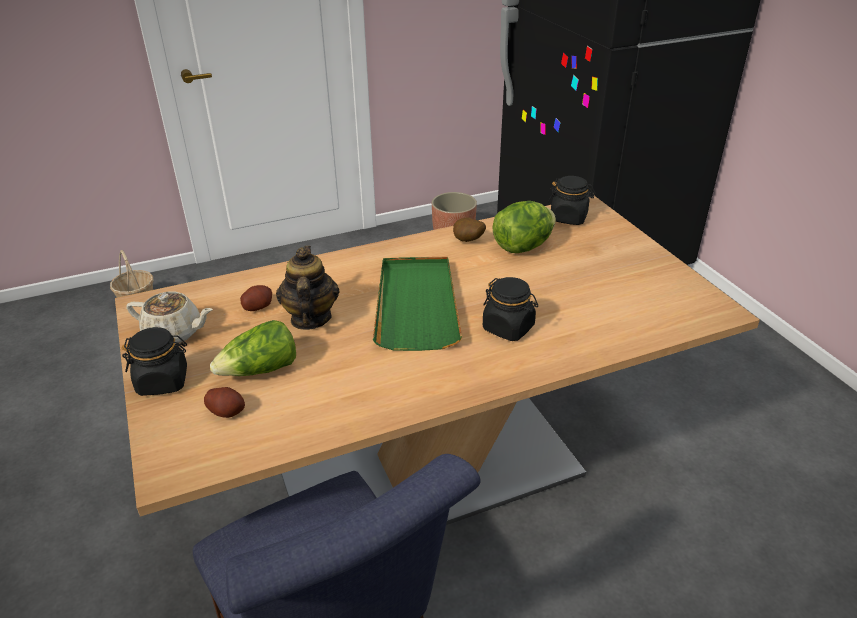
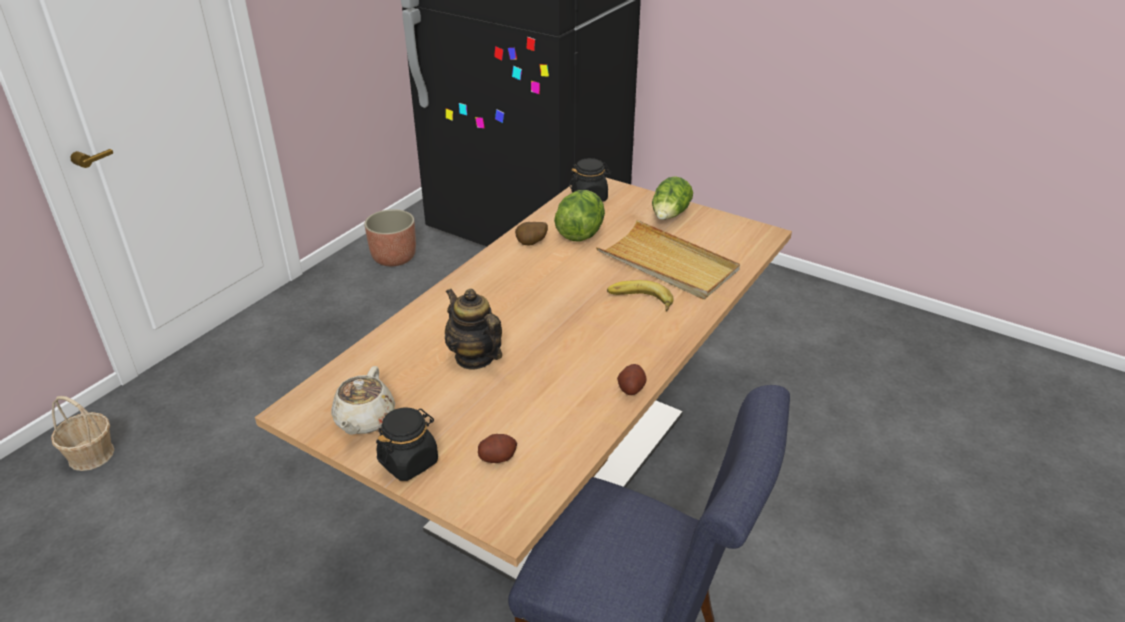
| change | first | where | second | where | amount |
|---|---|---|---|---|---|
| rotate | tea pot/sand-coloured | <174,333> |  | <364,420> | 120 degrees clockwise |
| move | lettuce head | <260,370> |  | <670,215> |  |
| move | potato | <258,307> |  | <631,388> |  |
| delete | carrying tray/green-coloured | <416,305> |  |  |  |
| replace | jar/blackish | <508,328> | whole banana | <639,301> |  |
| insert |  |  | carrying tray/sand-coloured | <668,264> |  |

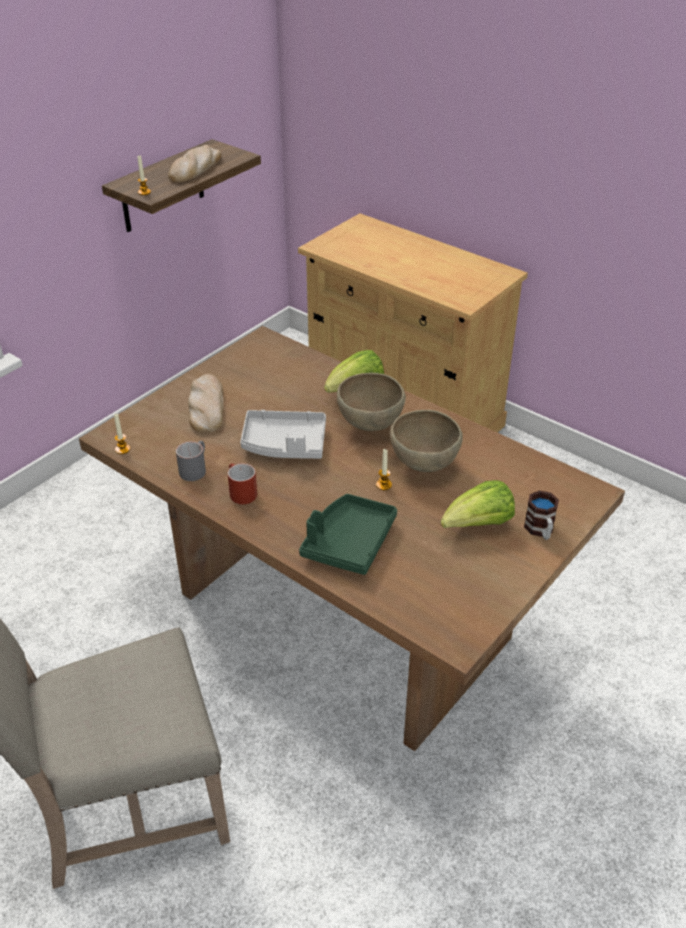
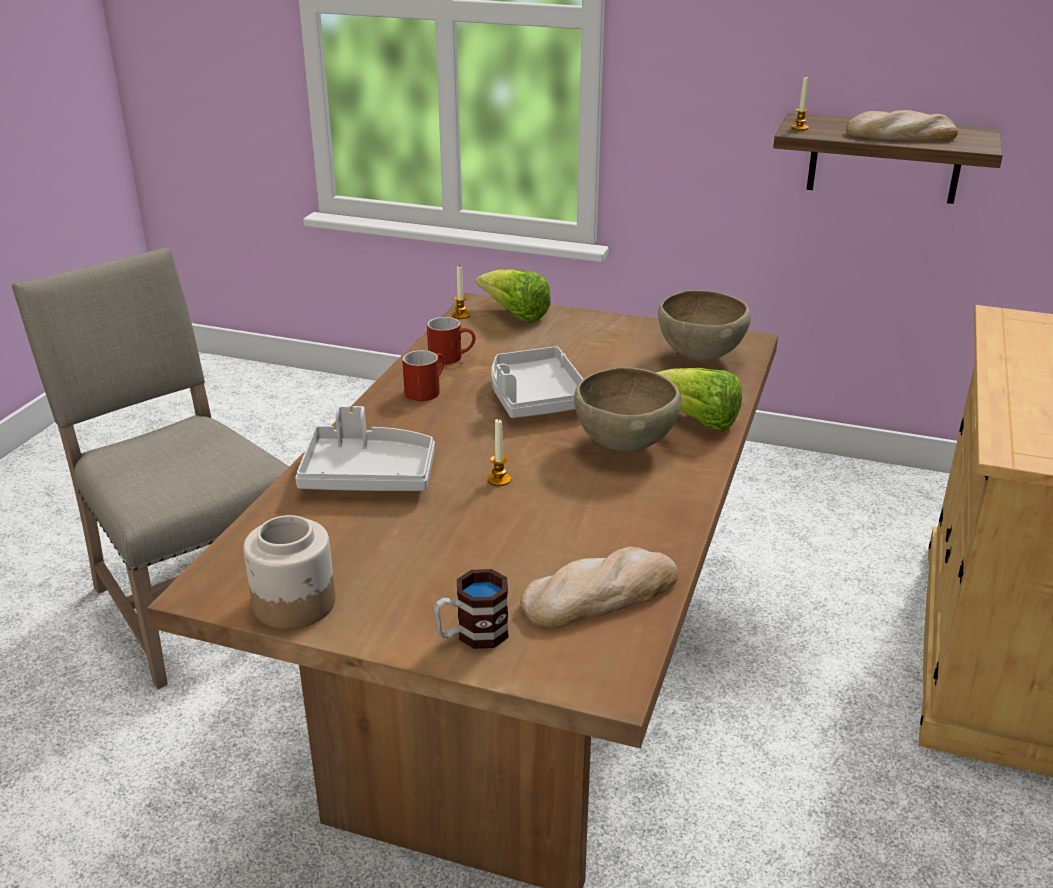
| change | first | where | second | where | amount |
|---|---|---|---|---|---|
| recolor | mug/gray | <194,469> | mug/red-coloured | <452,357> |  |
| move | baked bread | <206,406> |  | <600,594> |  |
| recolor | carrying tray/green-coloured | <348,542> | carrying tray/gray | <368,475> |  |
| move | serving bowl/brown | <423,464> |  | <700,357> |  |
| move | lettuce head | <478,525> |  | <515,315> |  |
| insert |  |  | jar | <295,603> |  |

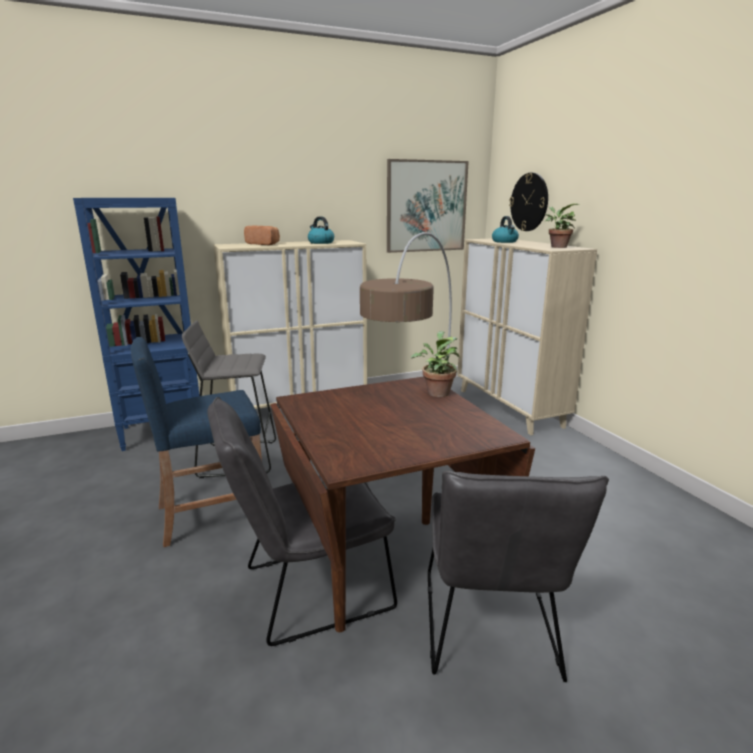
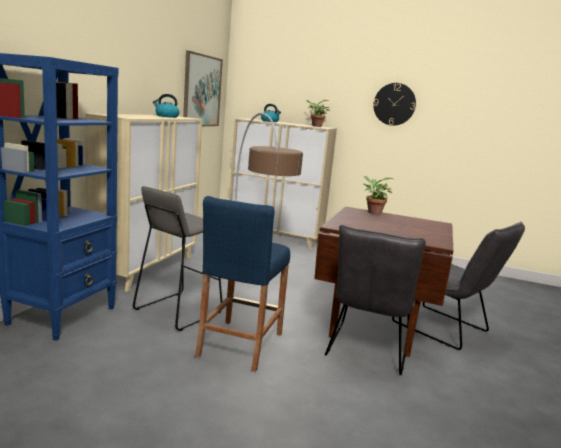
| change | first | where | second | where | amount |
|---|---|---|---|---|---|
| delete | baked bread | <264,244> |  |  |  |
| move | hanging clock | <529,202> |  | <394,104> |  |

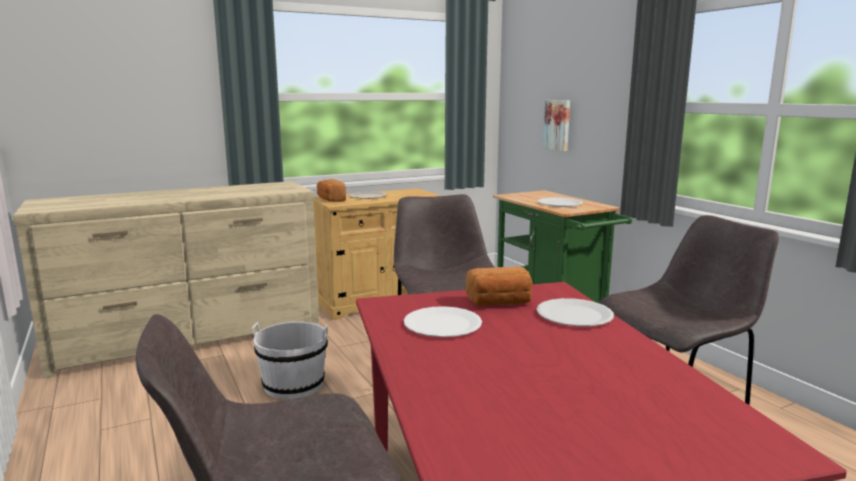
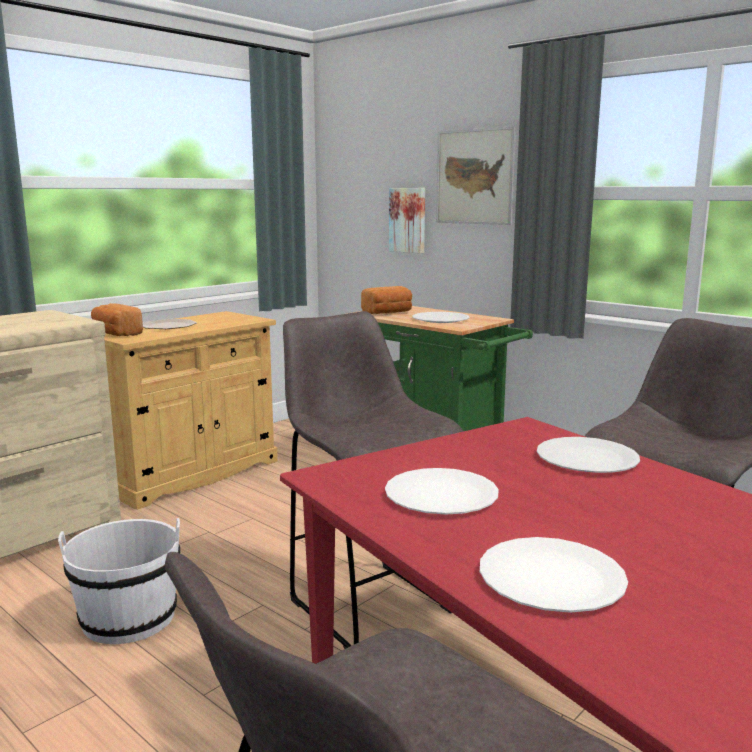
| change | first | where | second | where | amount |
|---|---|---|---|---|---|
| move | baked bread | <500,302> |  | <388,313> |  |
| insert |  |  | wall art | <474,177> |  |
| insert |  |  | flat dish/white-coloured | <551,578> |  |

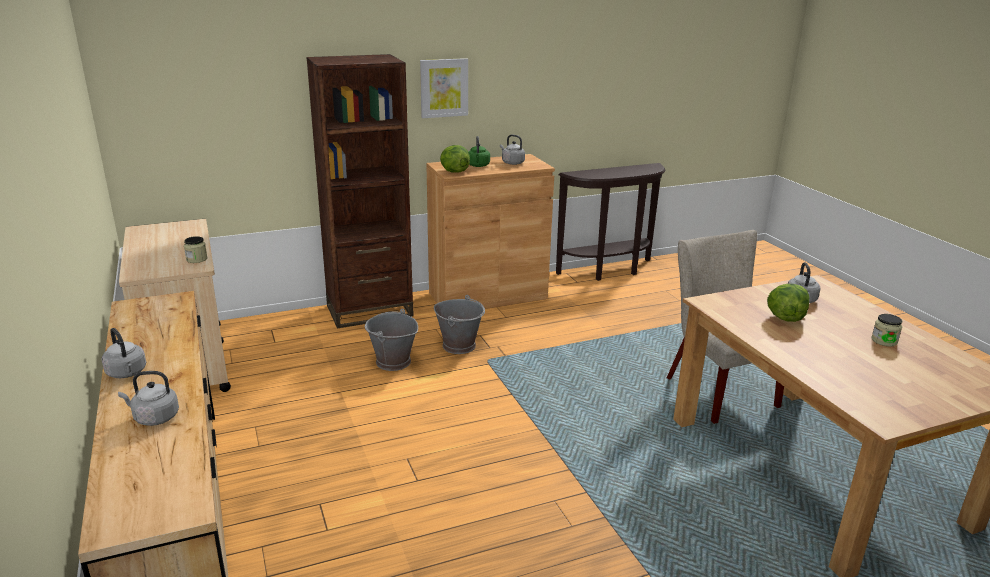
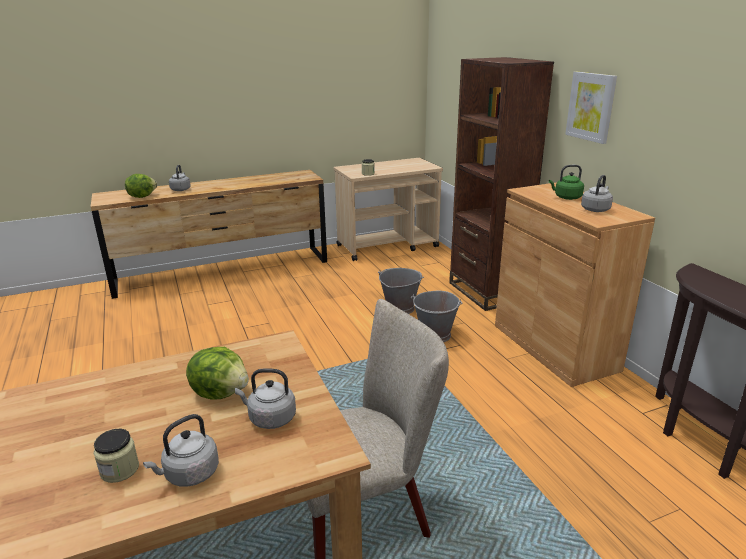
| change | first | where | second | where | amount |
|---|---|---|---|---|---|
| move | water kettle/gray | <127,373> |  | <189,474> |  |
| move | lettuce head | <454,172> |  | <142,196> |  |

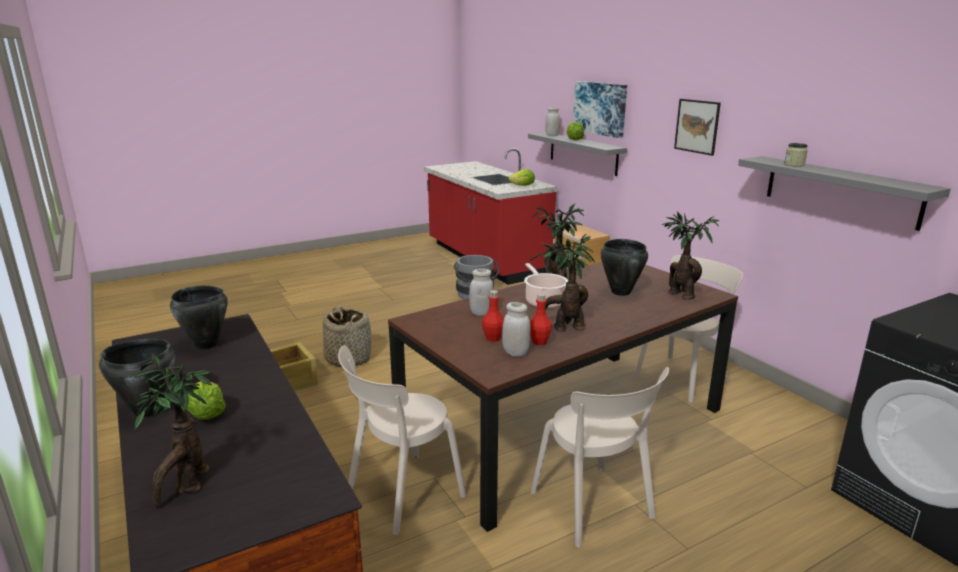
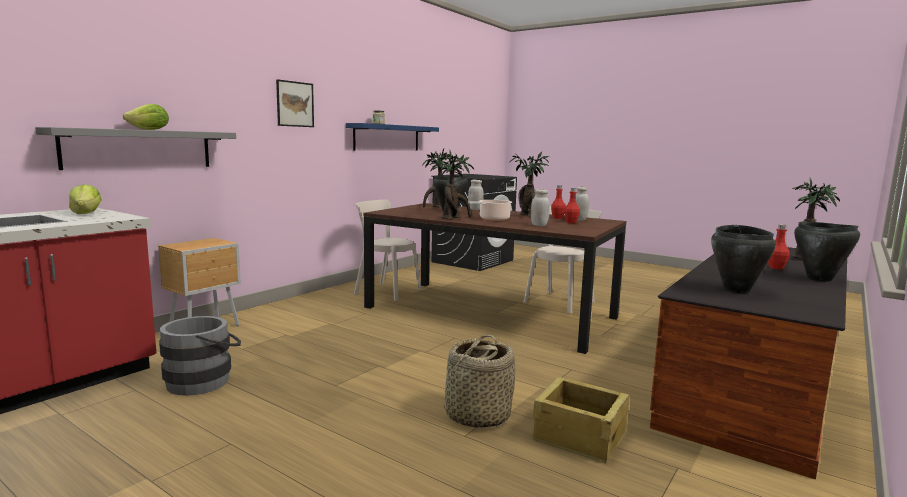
| change | first | where | second | where | amount |
|---|---|---|---|---|---|
| replace | lettuce head | <207,414> | bottle/red-coloured | <776,268> |  |
| delete | plain chair/sand-coloured | <401,494> |  |  |  |
| move | jar/white-coloured | <552,136> |  | <475,209> |  |
| delete | wall art | <600,108> |  |  |  |
| recolor | shelf/gray | <840,191> | shelf/blue-coloured | <387,137> |  |

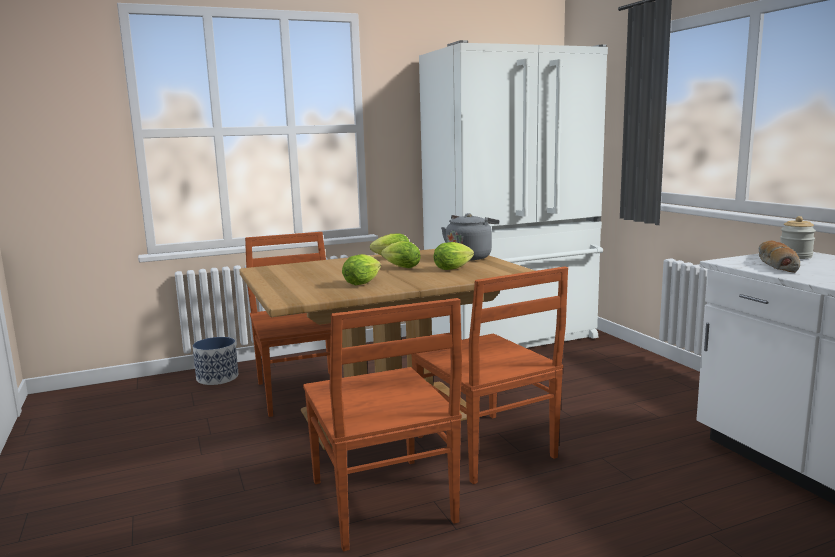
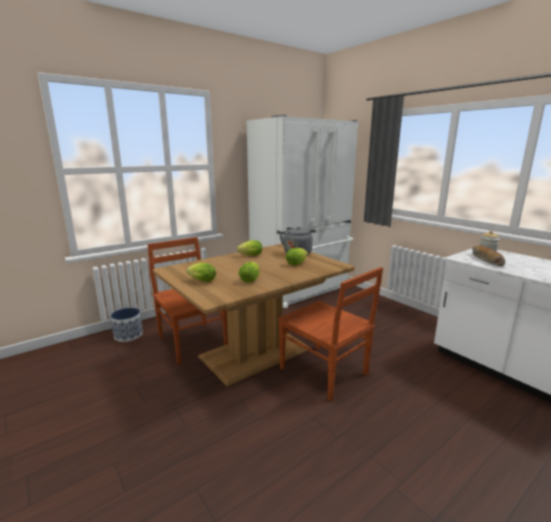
| change | first | where | second | where | amount |
|---|---|---|---|---|---|
| delete | plain chair/brown | <382,503> |  |  |  |
| move | lettuce head | <399,267> |  | <200,281> |  |

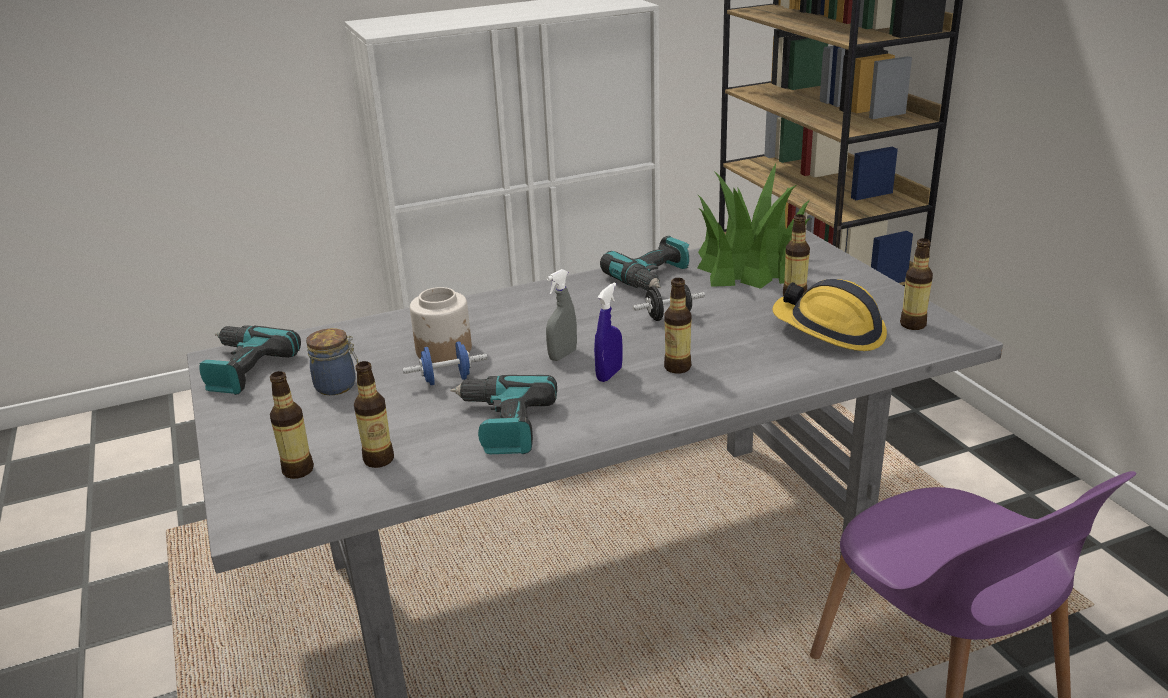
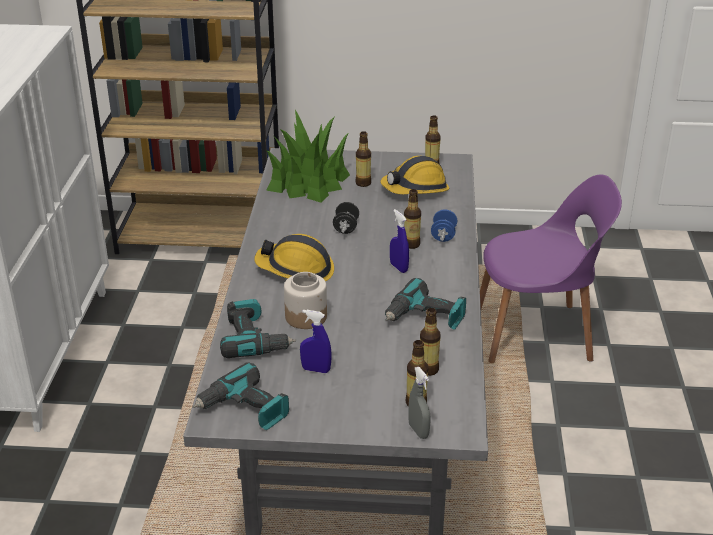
| change | first | where | second | where | amount |
|---|---|---|---|---|---|
| replace | jar | <337,386> | spray bottle/blue-coloured | <316,370> |  |
| move | hand weight/blue-coloured | <447,380> |  | <443,236> |  |
| move | spray bottle/gray | <562,355> |  | <418,431> |  |
| move | drill | <653,278> |  | <254,339> |  |
| insert |  |  | safety helmet | <296,270> |  |

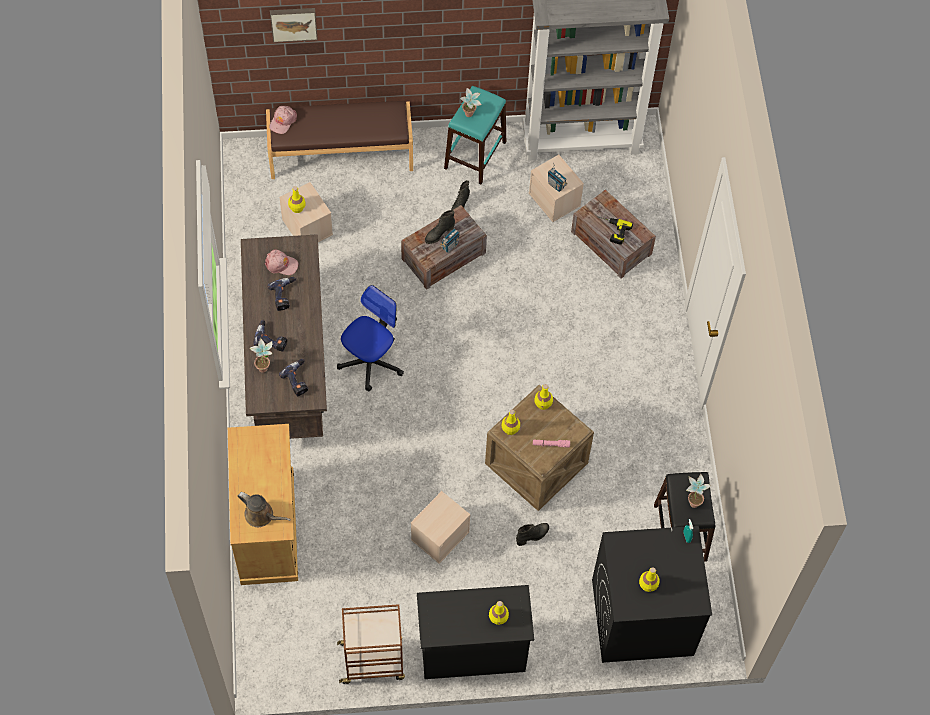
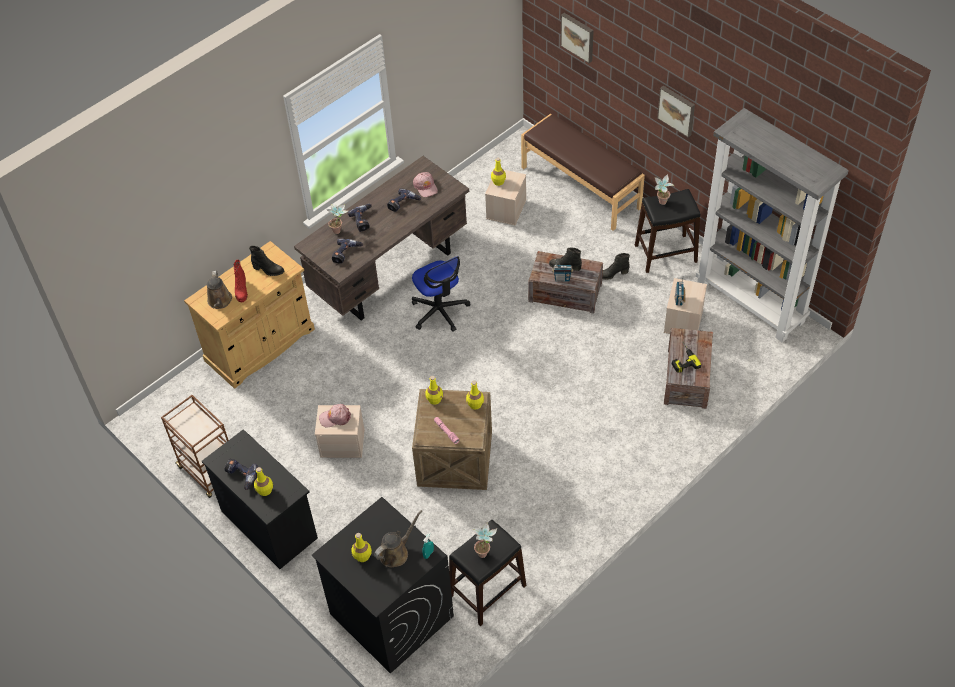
| change | first | where | second | where | amount |
|---|---|---|---|---|---|
| move | peaked cap/pink-coloured | <283,121> |  | <335,417> |  |
| rotate | office chair | <370,361> |  | <439,311> | 60 degrees clockwise |
| recolor | sitting stool/blue-green | <474,155> | sitting stool/blackish | <665,253> |  |
| move | boot/blackish | <532,536> |  | <268,270> |  |
| insert |  |  | drill | <240,476> |  |
| insert |  |  | boot/red-coloured | <241,290> |  |
| insert |  |  | watering pot/brown | <396,552> |  |
| insert |  |  | wall art | <677,110> |  |

